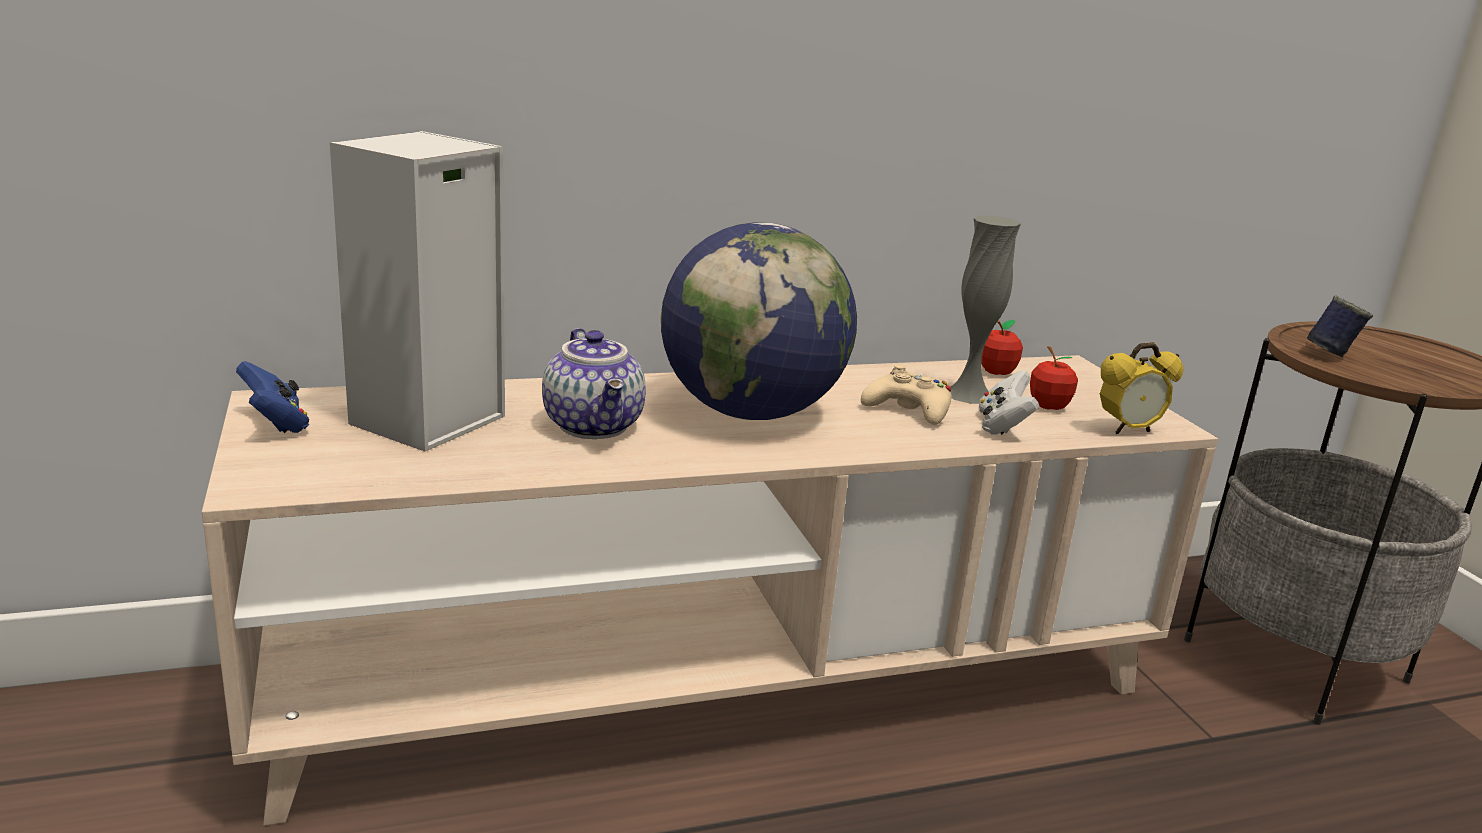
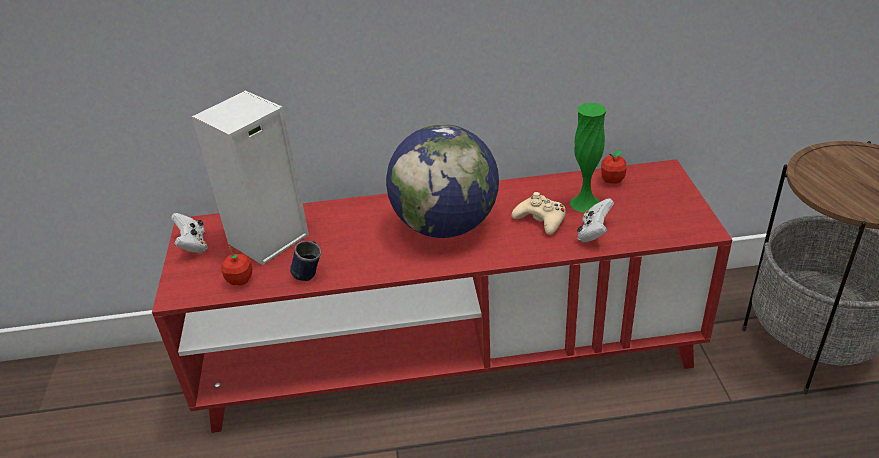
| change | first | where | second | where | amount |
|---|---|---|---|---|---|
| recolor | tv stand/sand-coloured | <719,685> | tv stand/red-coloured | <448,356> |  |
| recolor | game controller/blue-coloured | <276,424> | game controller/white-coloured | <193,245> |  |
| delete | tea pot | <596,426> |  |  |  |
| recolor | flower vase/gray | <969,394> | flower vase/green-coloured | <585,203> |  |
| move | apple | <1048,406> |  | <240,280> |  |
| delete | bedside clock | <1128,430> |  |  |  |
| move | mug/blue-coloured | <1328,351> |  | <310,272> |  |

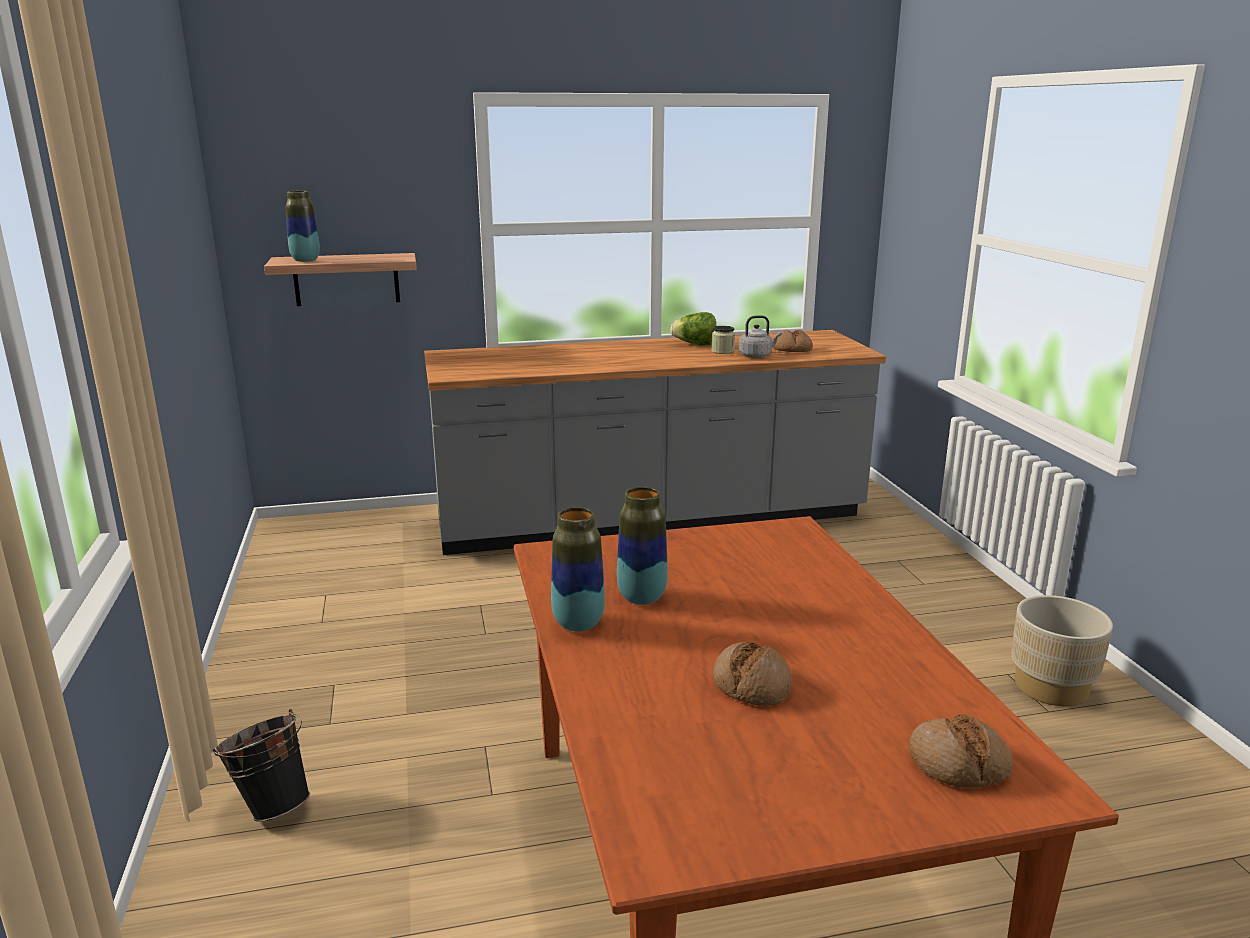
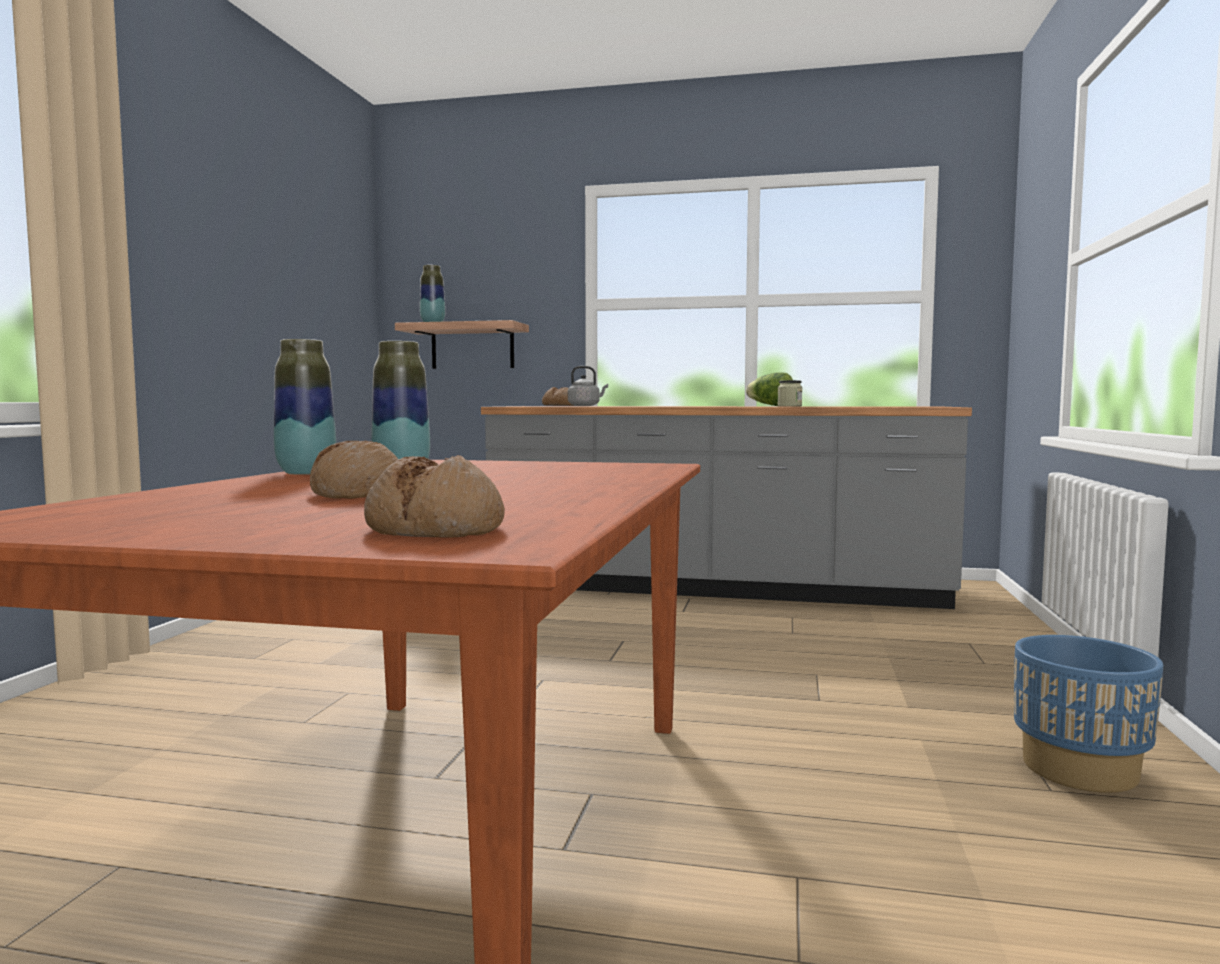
| change | first | where | second | where | amount |
|---|---|---|---|---|---|
| delete | bucket/blackish | <271,805> |  |  |  |
| move | water kettle/gray | <757,356> |  | <585,406> |  |
| move | baked bread | <792,349> |  | <559,405> |  |
| recolor | planter/sand-coloured | <1051,687> | planter/blue-coloured | <1079,770> |  |

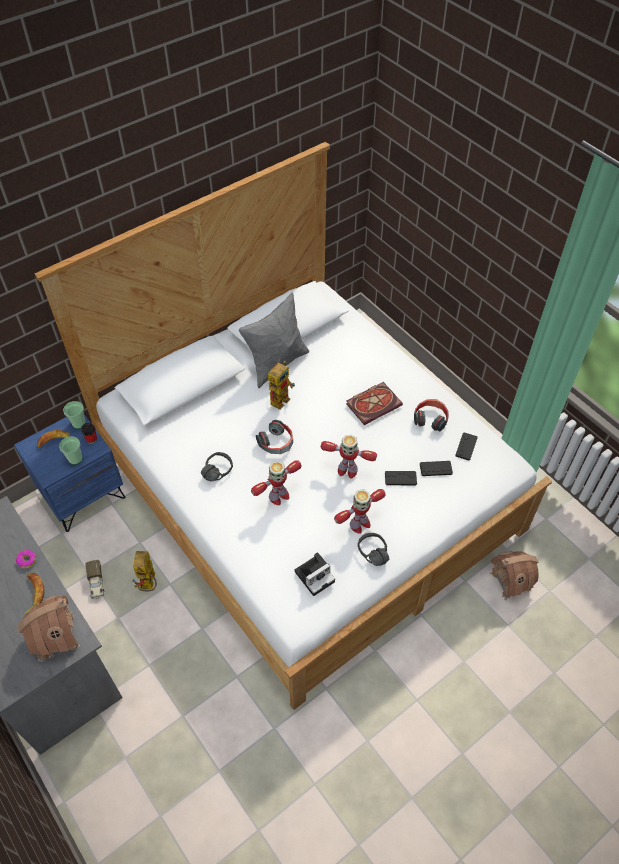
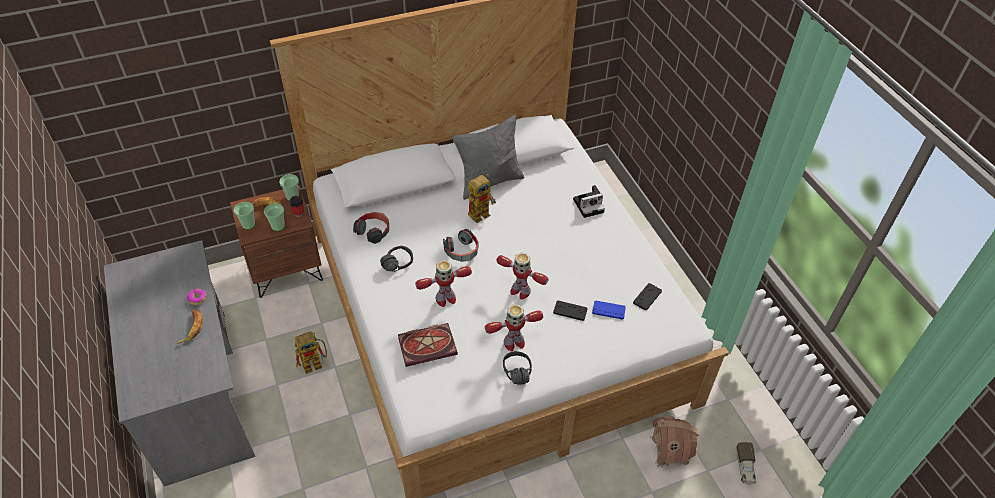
| change | first | where | second | where | amount |
|---|---|---|---|---|---|
| recolor | night table/blue-coloured | <83,495> | night table/brown | <286,269> |  |
| delete | toy house | <56,636> |  |  |  |
| move | toy truck | <96,583> |  | <745,467> |  |
| rotate | toy robot | <149,585> |  | <316,363> | 135 degrees counterclockwise |
| move | still camera | <315,575> |  | <589,205> |  |
| move | book | <374,403> |  | <428,345> |  |
| move | headphones | <430,418> |  | <374,231> |  |
| recolor | game controller/blackish | <436,469> | game controller/blue-coloured | <608,310> |  |
| insert |  |  | cup | <248,224> |  |

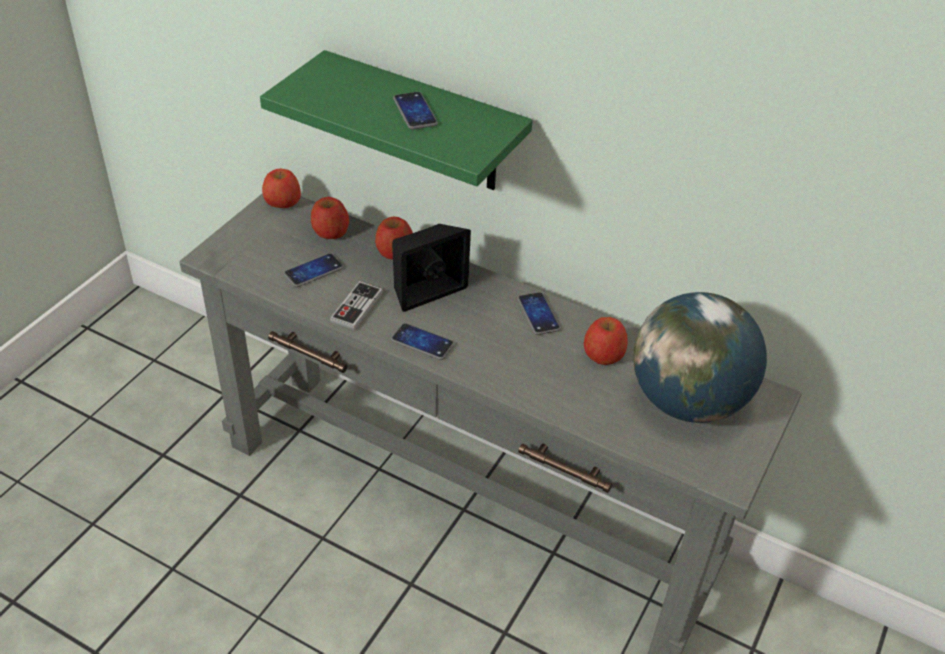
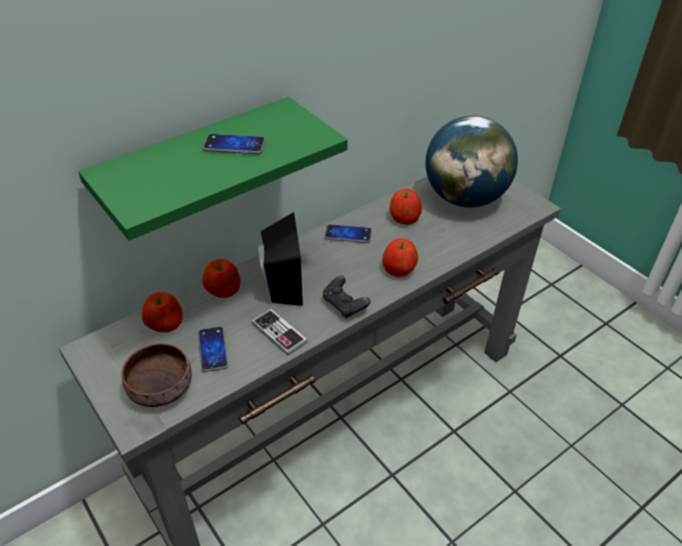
| change | first | where | second | where | amount |
|---|---|---|---|---|---|
| move | apple | <282,202> |  | <399,268> |  |
| replace | telephone | <422,342> | game controller/blackish | <344,305> |  |
| insert |  |  | serving bowl/brown | <159,386> |  |

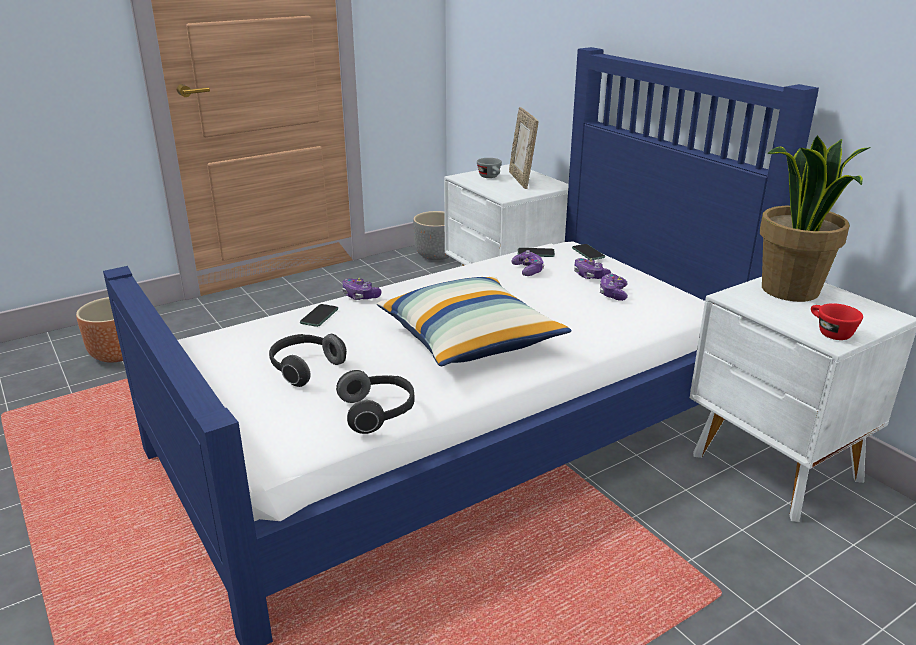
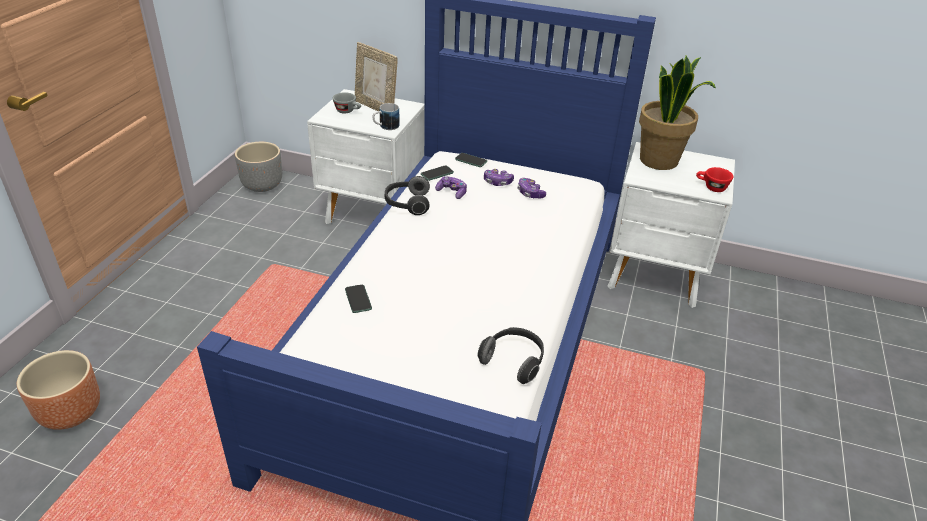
| change | first | where | second | where | amount |
|---|---|---|---|---|---|
| move | headphones | <304,368> |  | <407,204> |  |
| delete | game controller | <360,296> |  |  |  |
| delete | cushion | <470,340> |  |  |  |
| insert |  |  | mug | <385,127> |  |

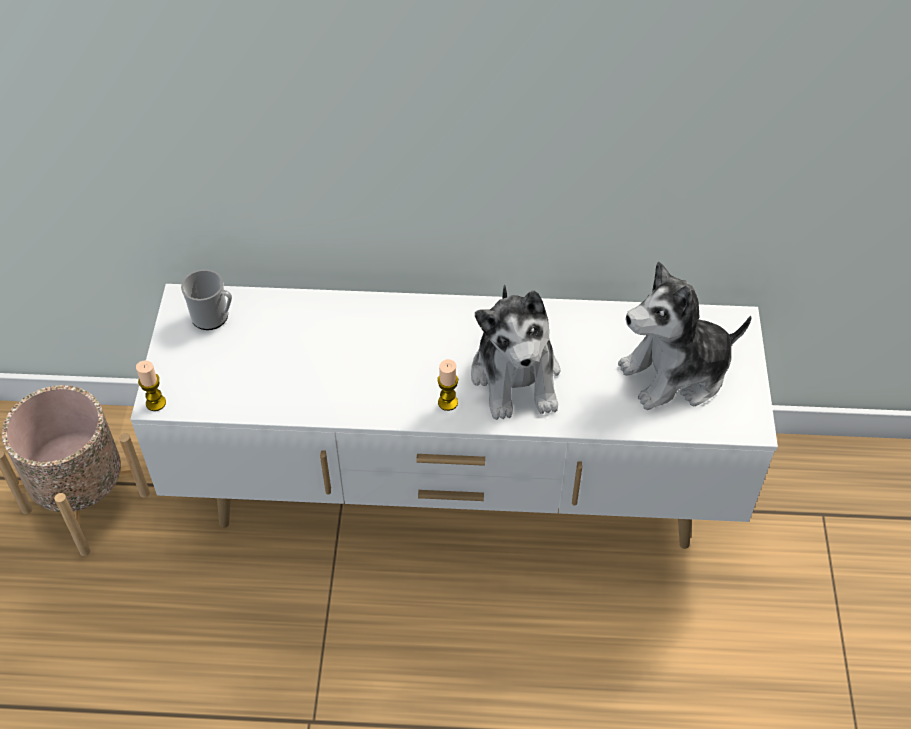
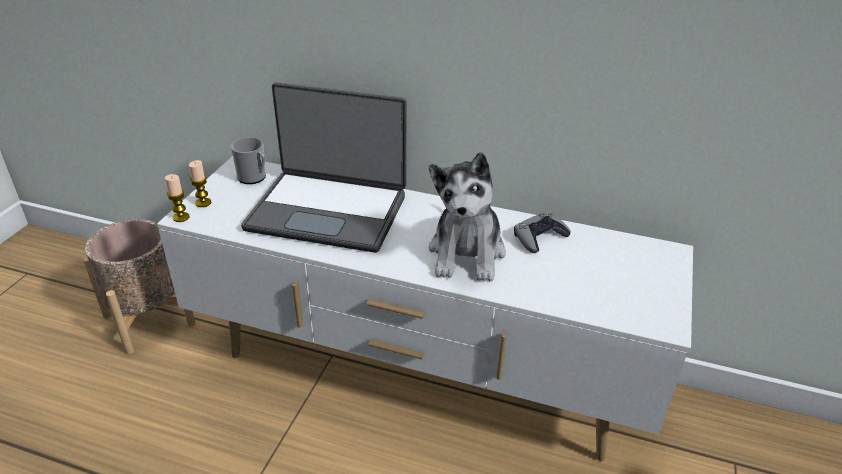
| change | first | where | second | where | amount |
|---|---|---|---|---|---|
| move | candle | <448,402> |  | <203,203> |  |
| delete | plush toy | <676,374> |  |  |  |
| insert |  |  | notebook computer | <329,211> |  |
| insert |  |  | game controller/gray | <539,237> |  |

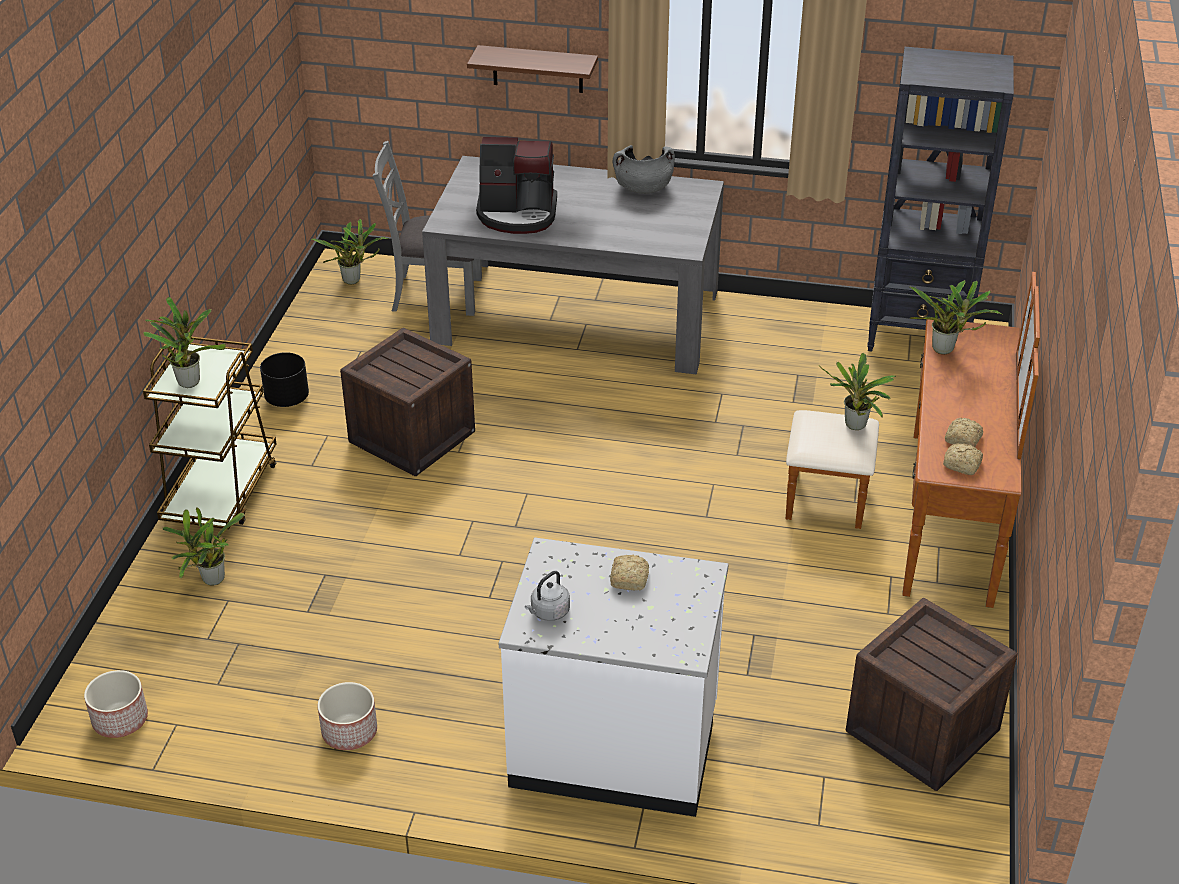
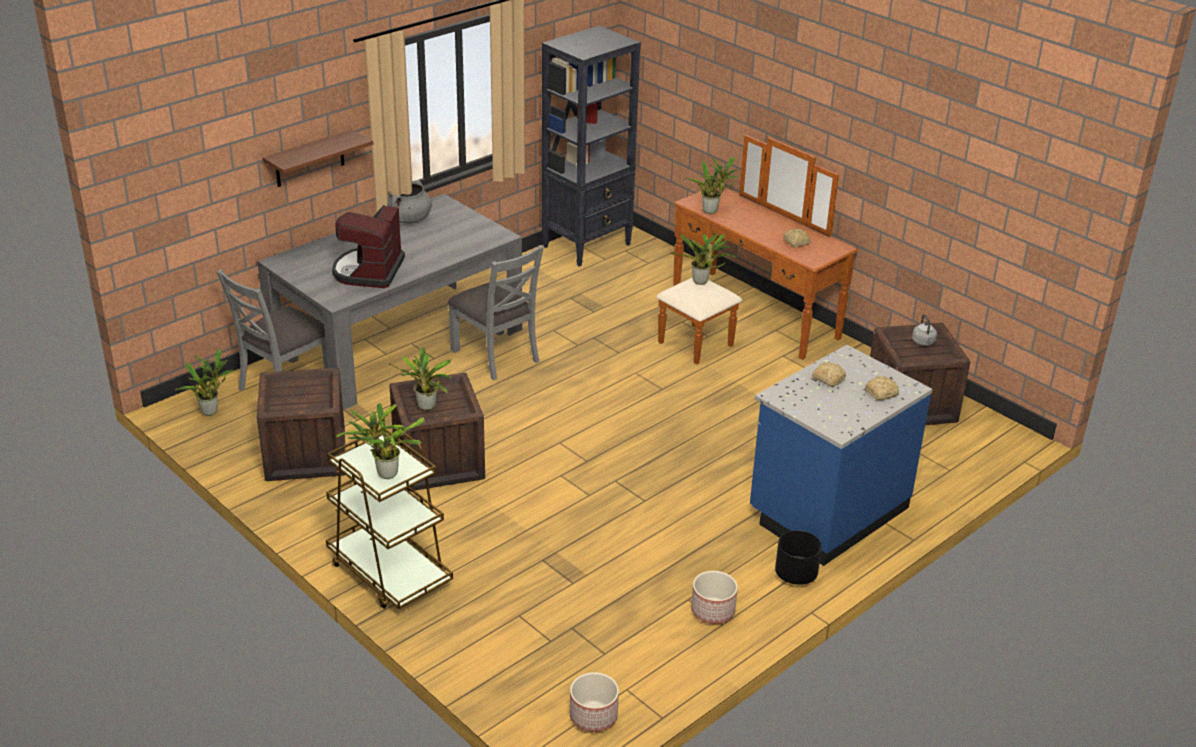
| change | first | where | second | where | amount |
|---|---|---|---|---|---|
| move | plant in a pot | <211,581> |  | <427,408> |  |
| move | planter/blackish | <287,399> |  | <795,575> |  |
| rotate | coffee maker | <517,214> |  | <369,271> | 150 degrees clockwise |
| recolor | counter/white-coloured | <614,747> | counter/blue-coloured | <827,511> |  |
| move | water kettle/gray | <548,612> |  | <923,343> |  |
| move | baked bread | <963,465> |  | <882,393> |  |
| insert |  |  | shipping crate | <306,455> |  |
| insert |  |  | plain chair/gray | <496,355> |  |

